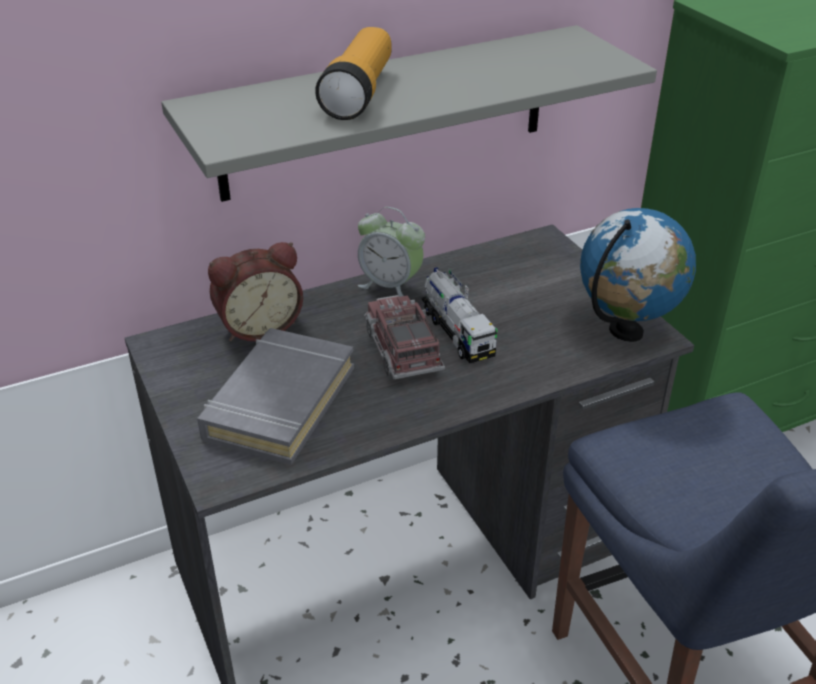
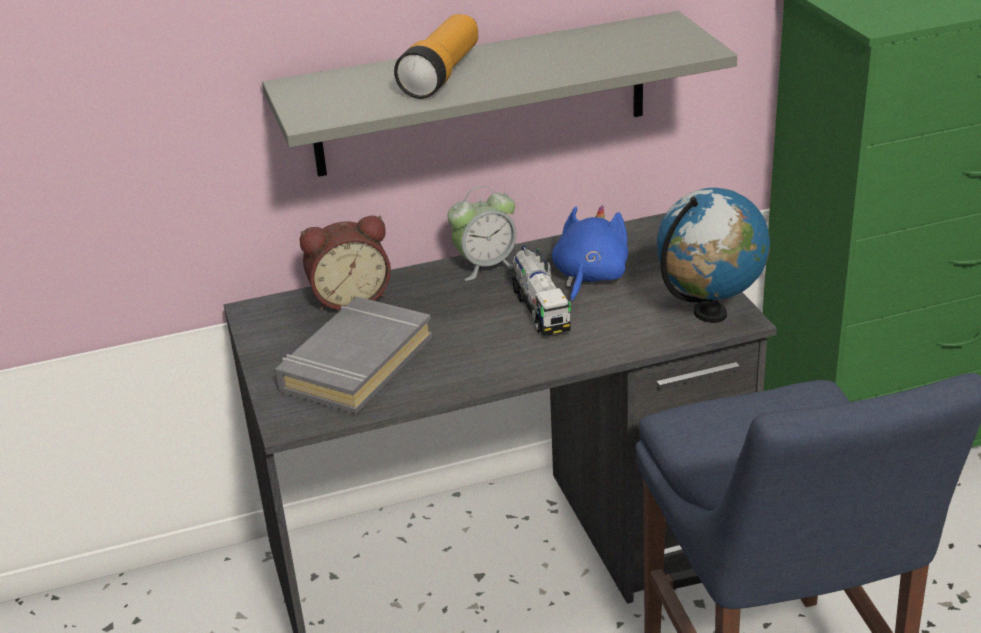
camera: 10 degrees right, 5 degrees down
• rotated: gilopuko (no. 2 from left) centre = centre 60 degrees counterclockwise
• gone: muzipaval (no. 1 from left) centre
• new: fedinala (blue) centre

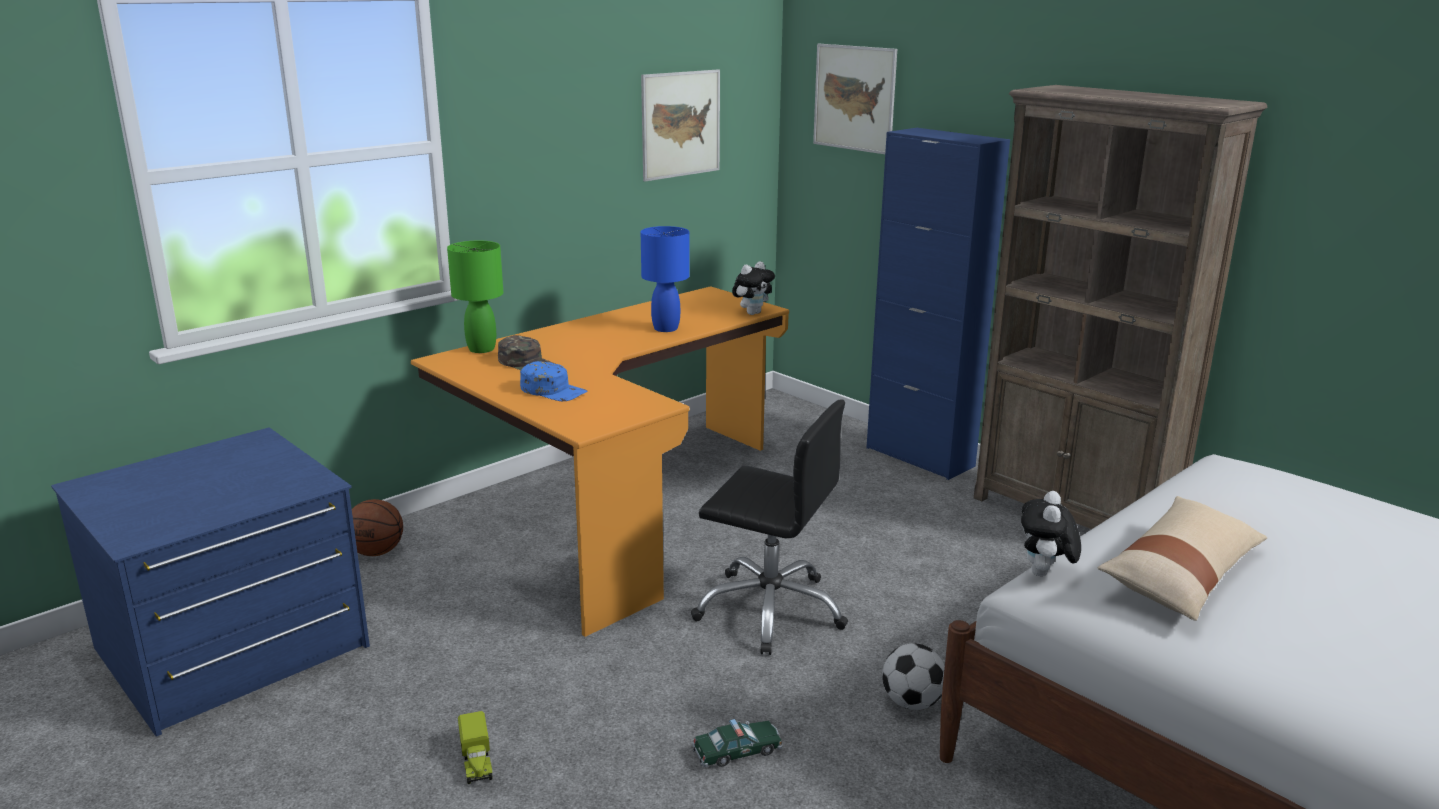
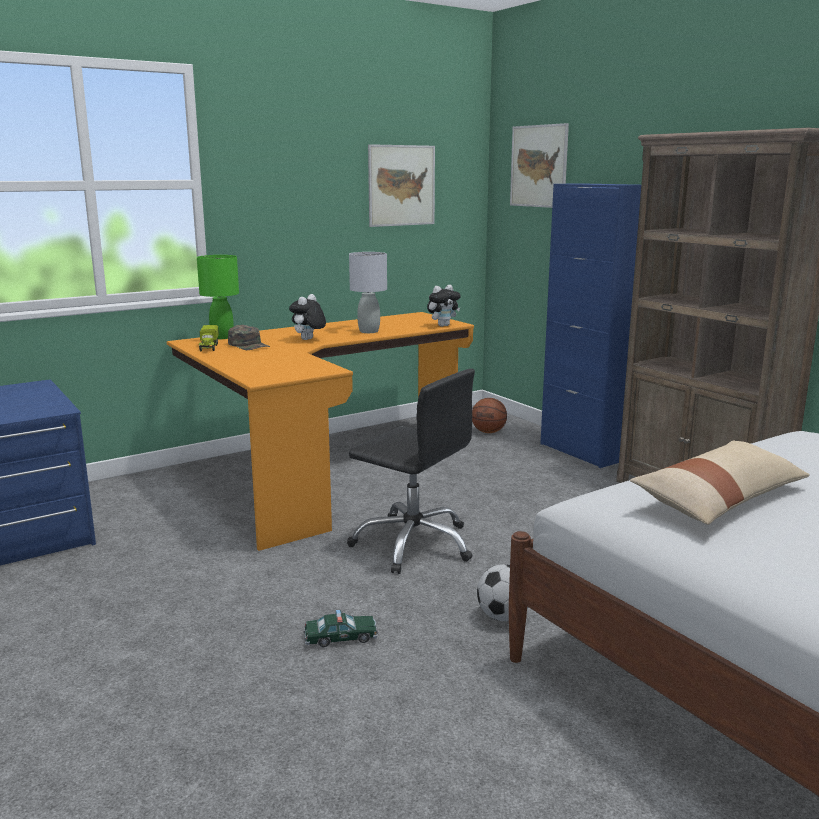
camera: 10 degrees right, 5 degrees down
• repainted: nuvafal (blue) centre to nuvafal (grey) centre
• gone: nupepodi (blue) centre
• shifted: fedinala (no. 2 from left in the first image) middle right to fedinala (no. 1 from left) centre
• shifted: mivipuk middle left to centre
• shifted: muzipaval bottom left to middle left

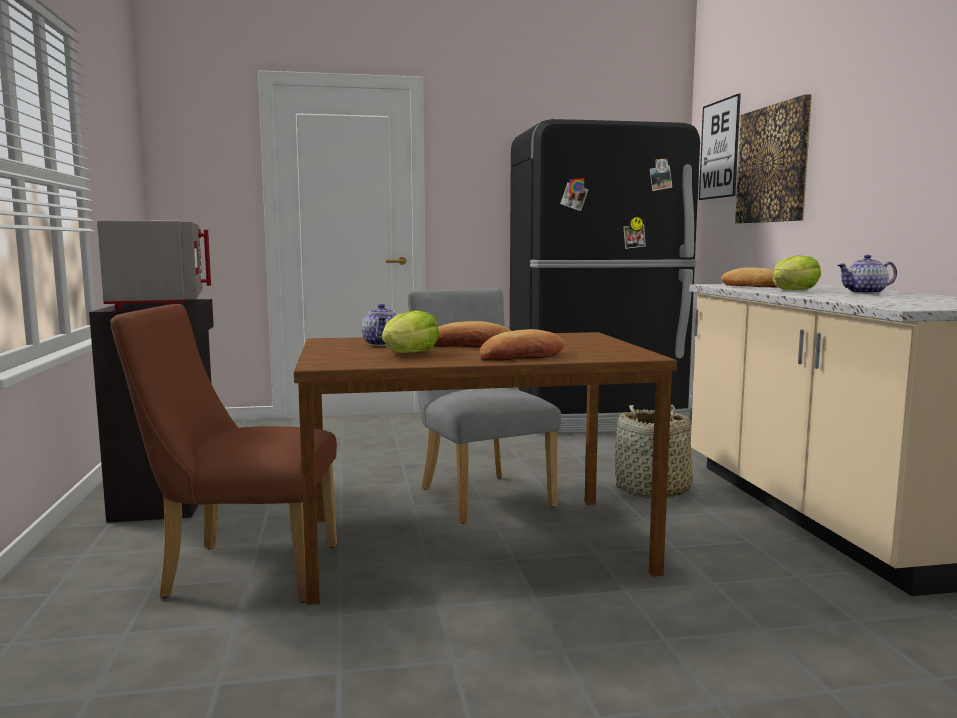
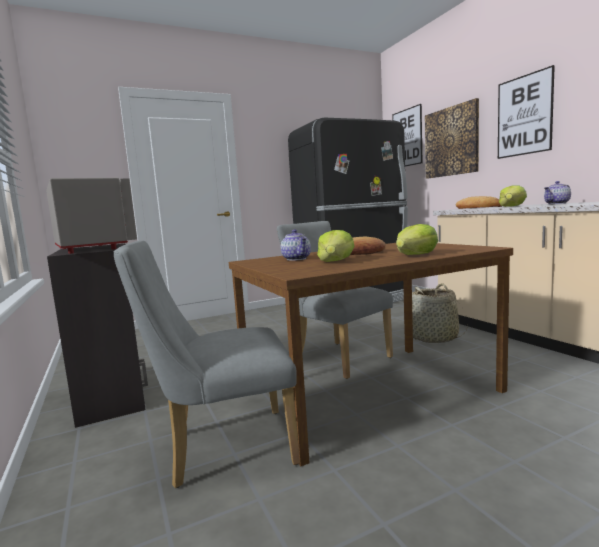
camera: 15 degrees left, 0 degrees up
• repainted: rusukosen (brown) middle left to rusukosen (grey) (no. 1 from left) centre
• swapped: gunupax (no. 2 from left) centre to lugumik (no. 2 from left) middle right
• new: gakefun (no. 3 from left) top right

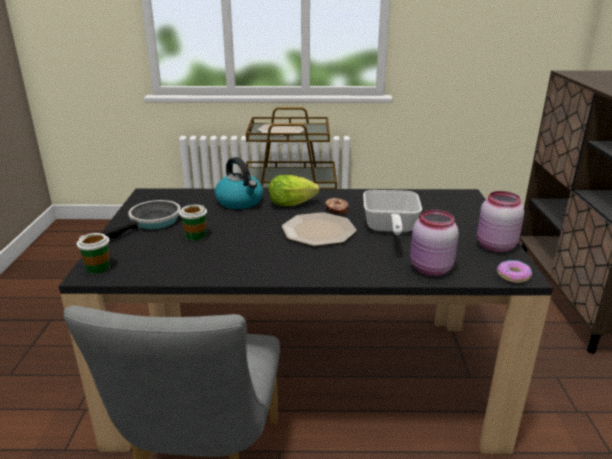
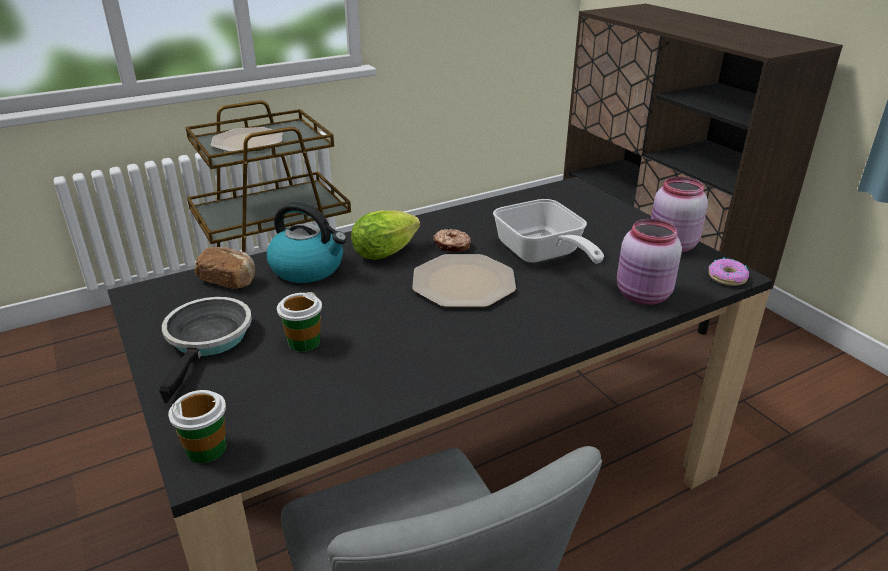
camera: 30 degrees left, 5 degrees up
• new: gunupax middle left

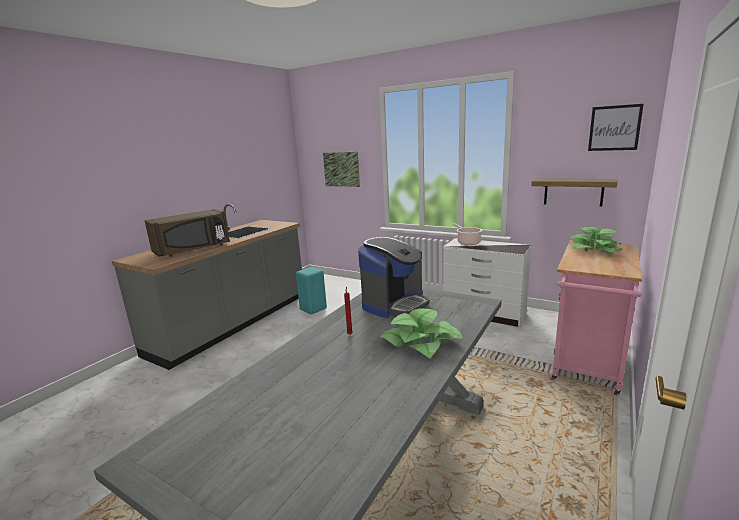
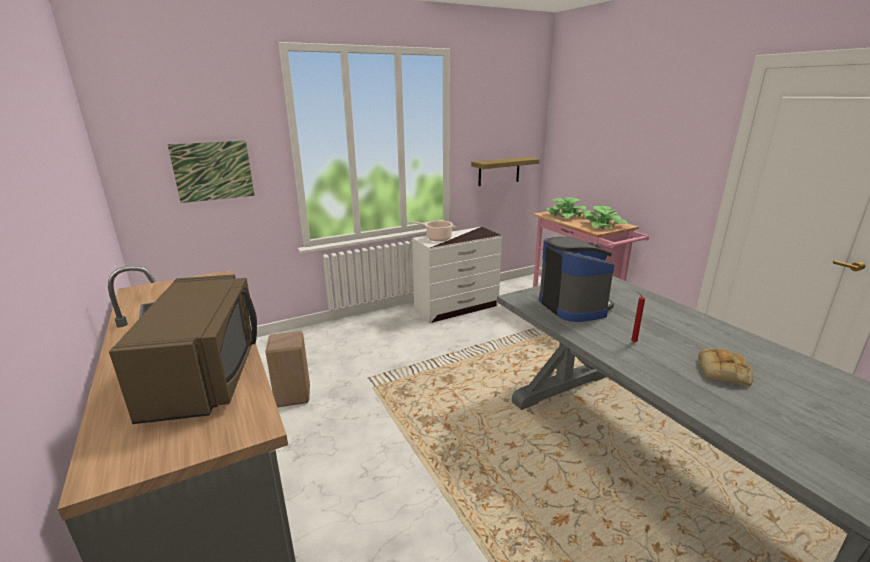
camera: 60 degrees left, 5 degrees up
• gone: gakefun (no. 2 from left) top right
• repainted: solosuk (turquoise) centre to solosuk (beige) middle left
• shifted: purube (no. 1 from left in the first image) centre to purube (no. 2 from left) middle right
• new: gunupax middle right

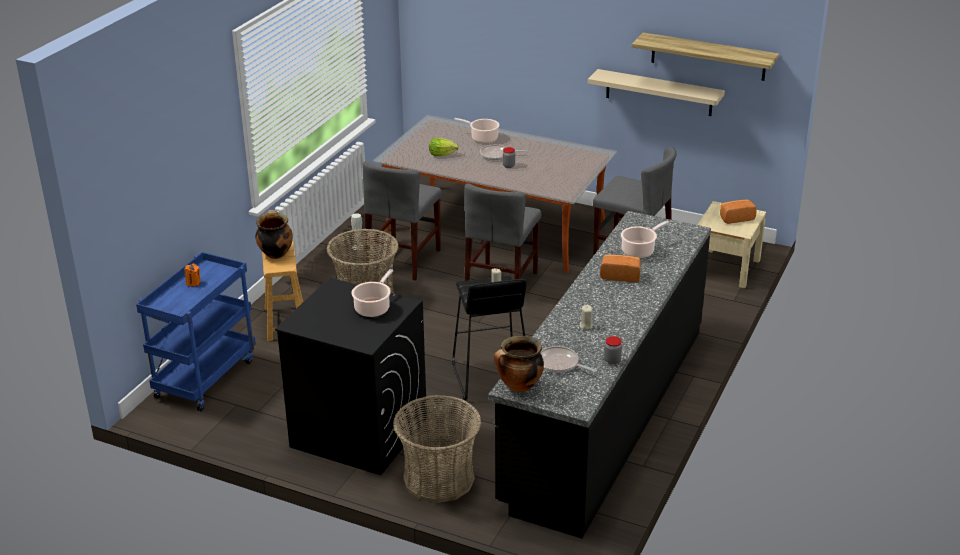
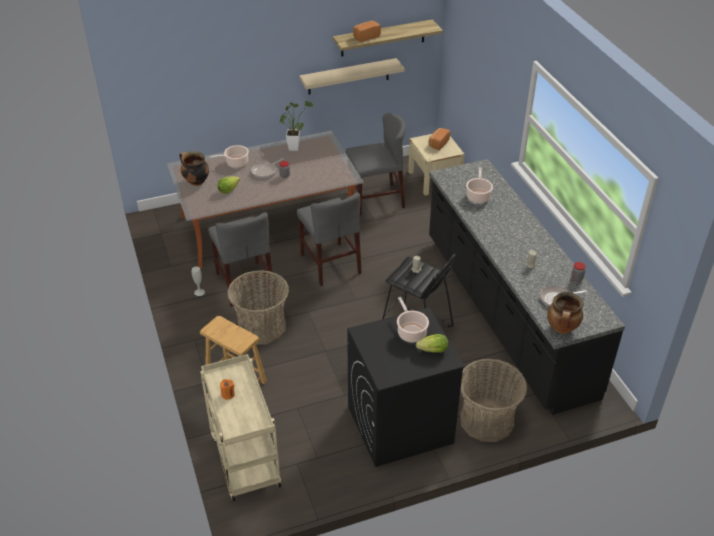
camera: 45 degrees left, 10 degrees up
• shifted: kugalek (no. 1 from left) middle left to top left
• repainted: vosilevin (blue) middle left to vosilevin (beige) bottom centre
• shifted: gunupax (no. 1 from left) centre to top centre
• new: purube top centre
• new: lugumik (no. 2 from left) centre

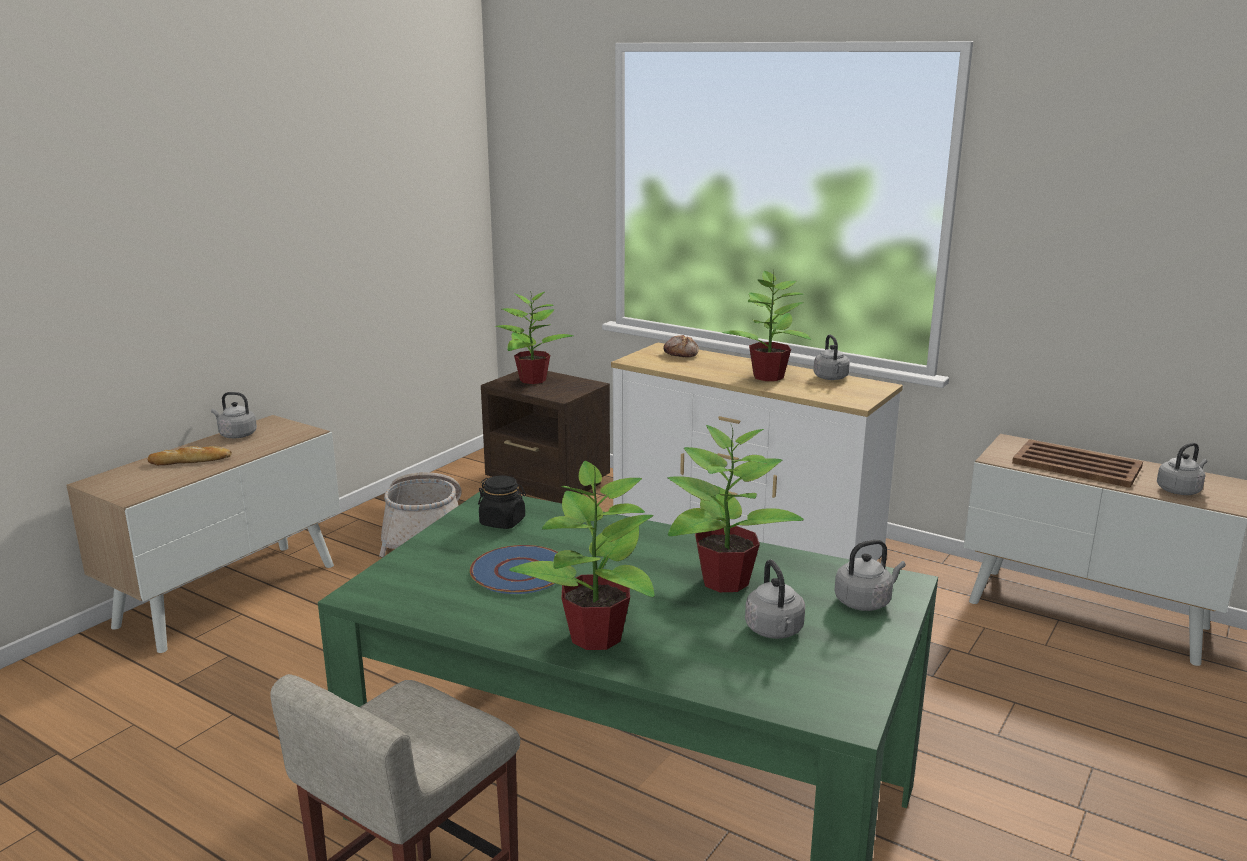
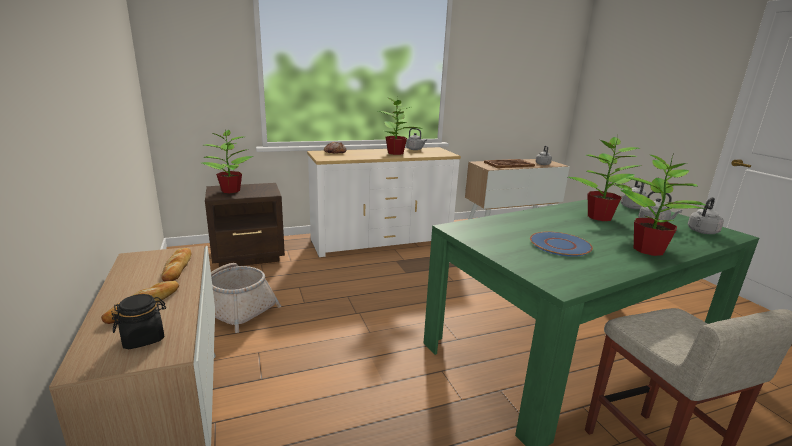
camera: 55 degrees left, 0 degrees up
• shifted: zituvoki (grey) (no. 1 from left in the first image) middle left to zituvoki (grey) (no. 5 from left) middle right
• shifted: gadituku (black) centre to bottom left
• new: gunupax (no. 2 from left) middle left

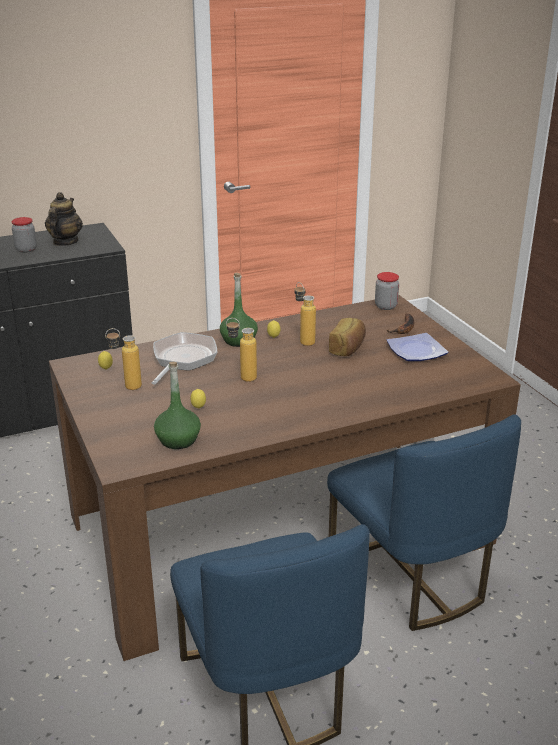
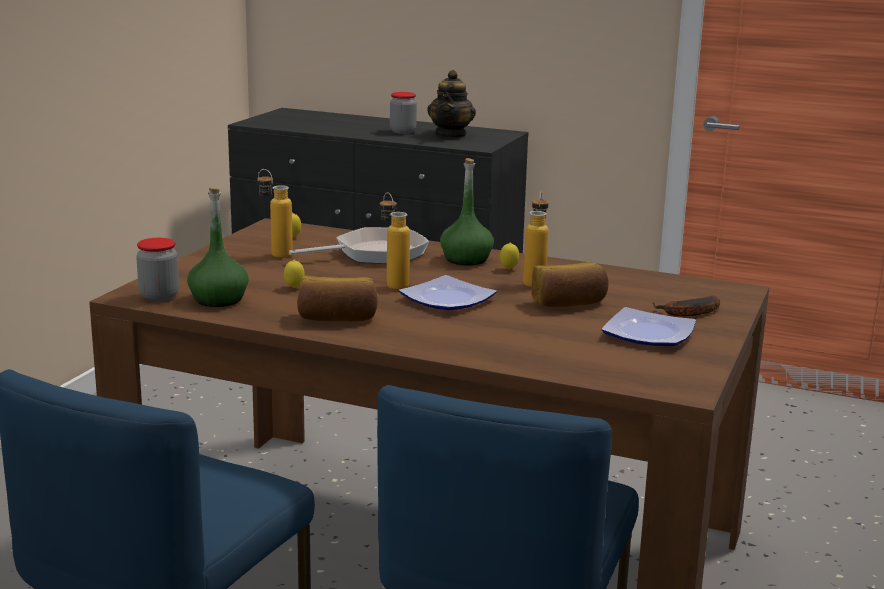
camera: 45 degrees right, 10 degrees down
• rotated: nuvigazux top left = top centre 135 degrees clockwise
• shifted: gadituku (no. 2 from left in the first image) middle right to gadituku (no. 1 from left) middle left
• new: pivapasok (no. 1 from left) centre
• new: gunupax (no. 1 from left) centre

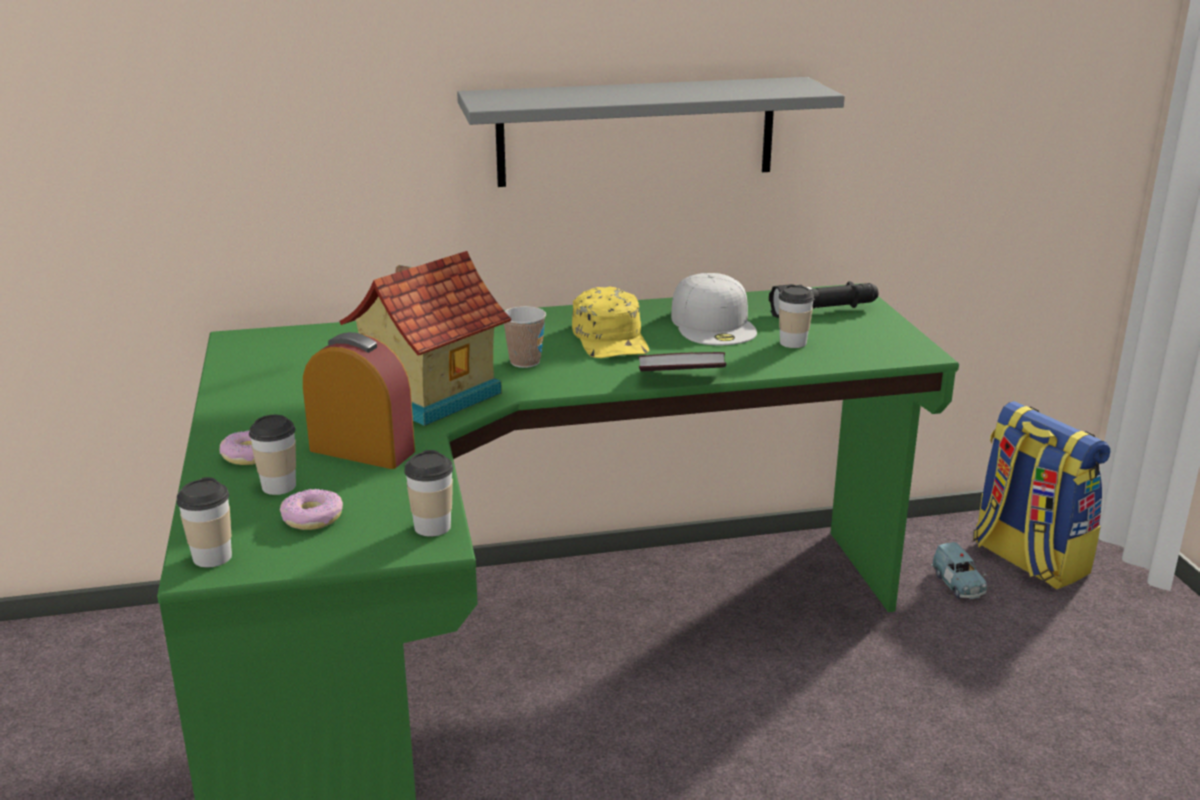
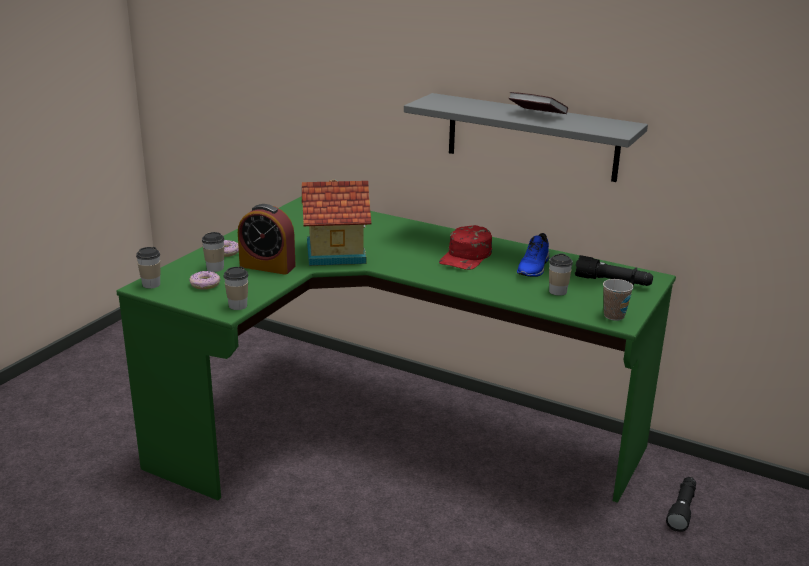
camera: 40 degrees right, 0 degrees up
• swapped: nupepodi (white) centre to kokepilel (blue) centre
• repainted: nupepodi (yellow) centre to nupepodi (red) centre
• shifted: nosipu (no. 4 from left in the first image) centre to nosipu (no. 5 from left) middle right
• rotated: gilopuko middle left = middle left 135 degrees clockwise
• shifted: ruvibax centre to top centre
• gone: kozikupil middle right
• swapped: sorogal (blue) bottom right to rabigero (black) (no. 2 from left) bottom right

